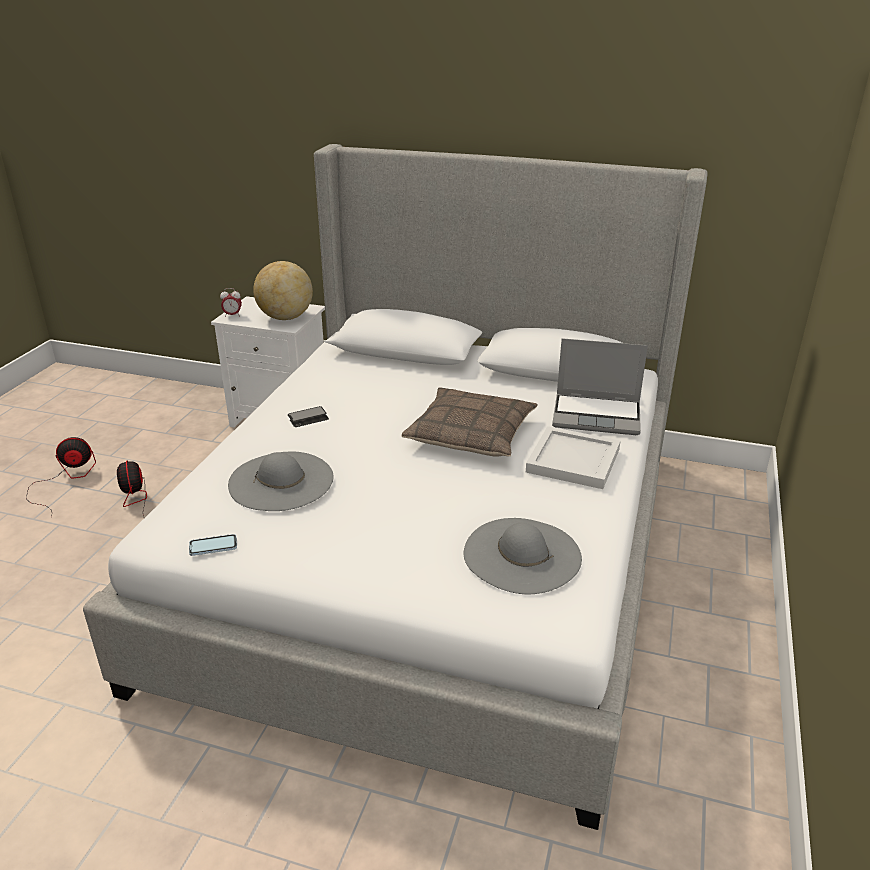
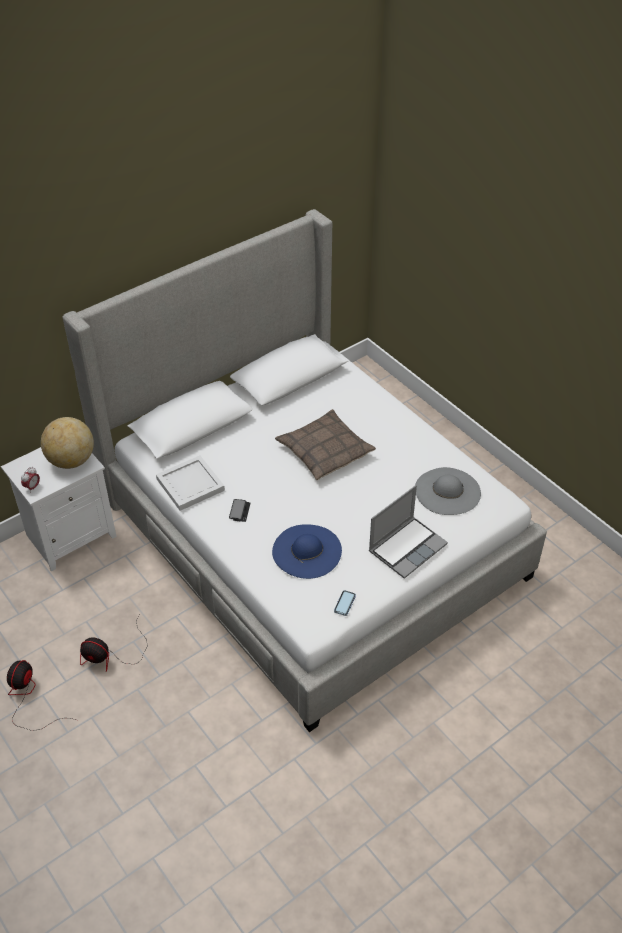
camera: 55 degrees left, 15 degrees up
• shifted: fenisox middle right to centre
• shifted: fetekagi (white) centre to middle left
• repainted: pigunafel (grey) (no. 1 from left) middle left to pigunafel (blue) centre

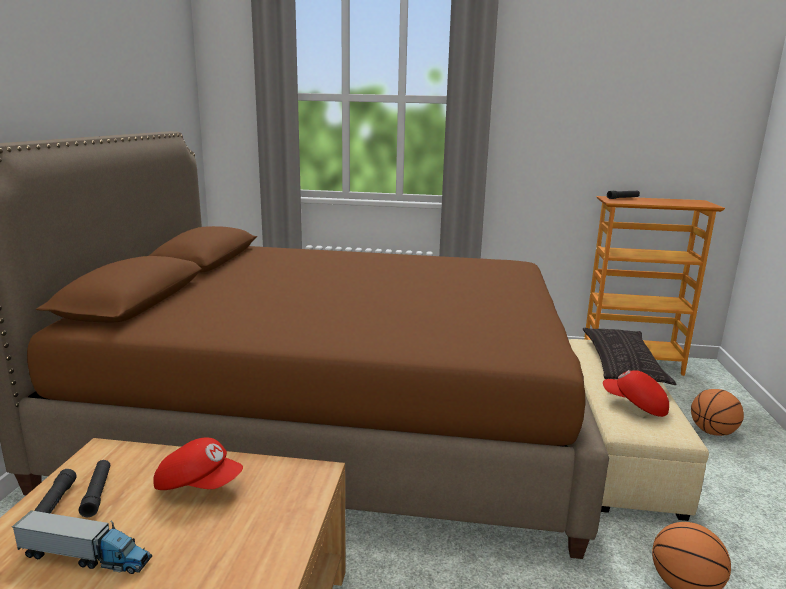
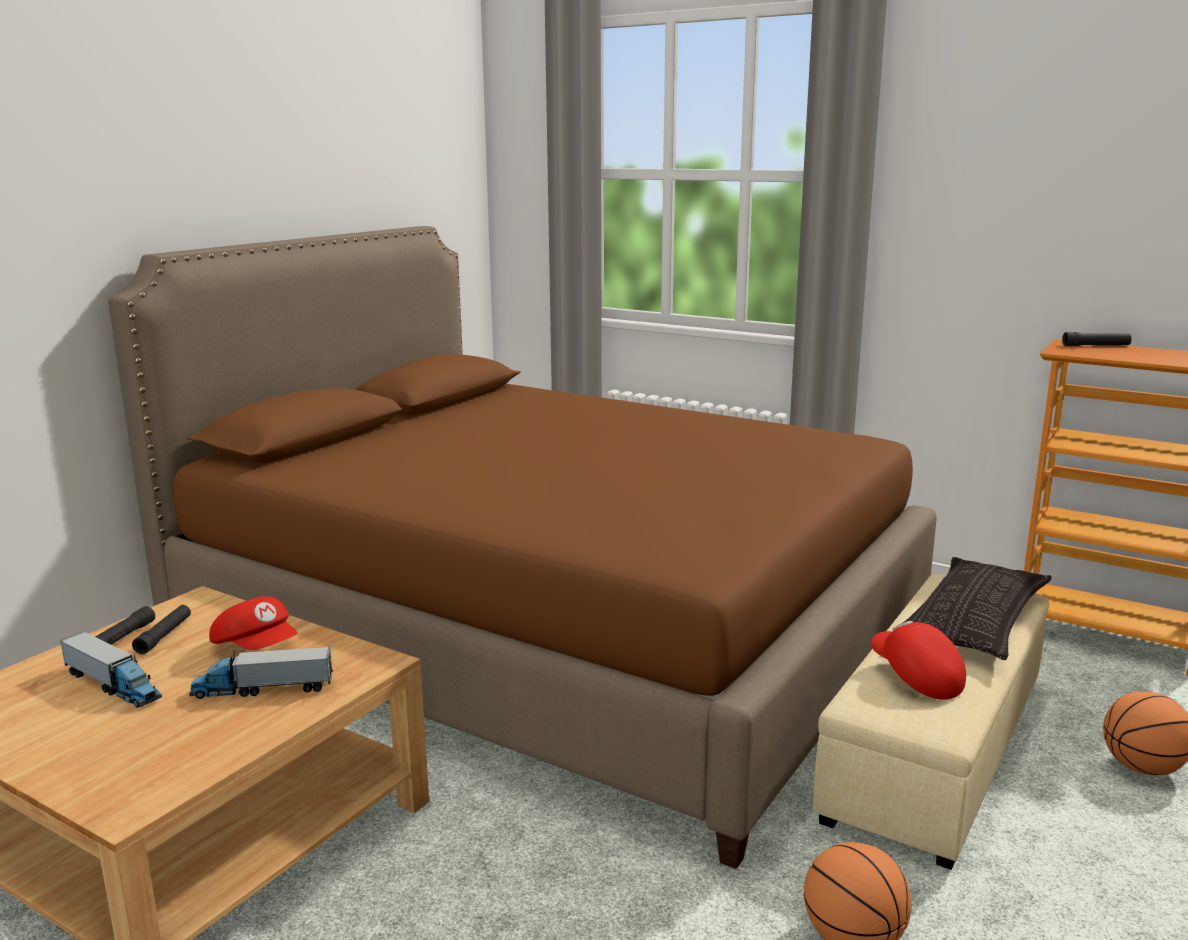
camera: 25 degrees right, 0 degrees up
• new: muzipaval (no. 2 from left) bottom left

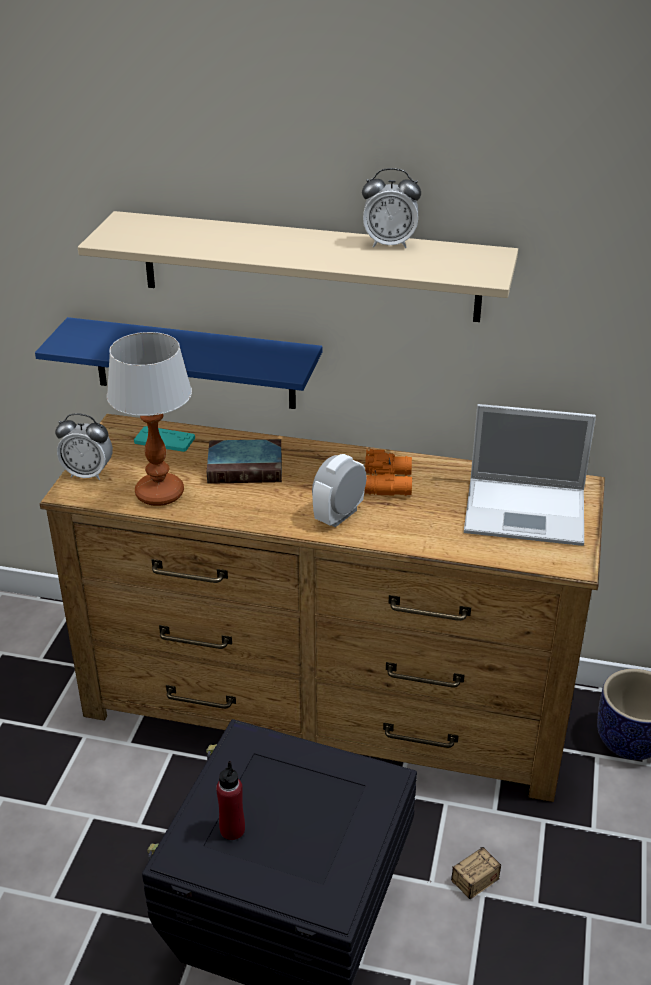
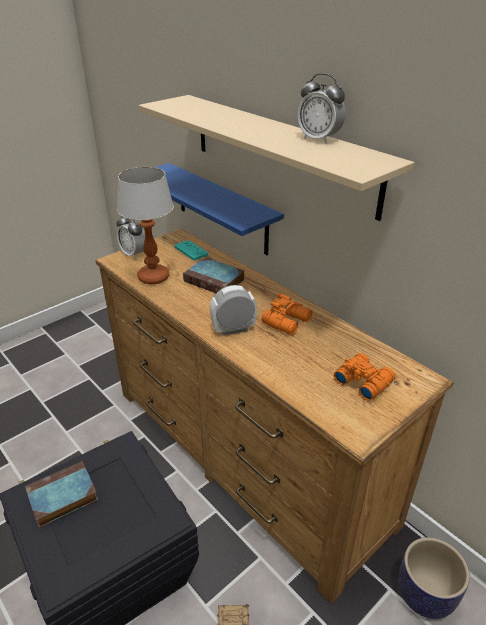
camera: 35 degrees right, 0 degrees up
• swapped: fenisox middle right to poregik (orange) (no. 2 from left) middle right
• swapped: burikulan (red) bottom centre to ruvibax (no. 1 from left) bottom left

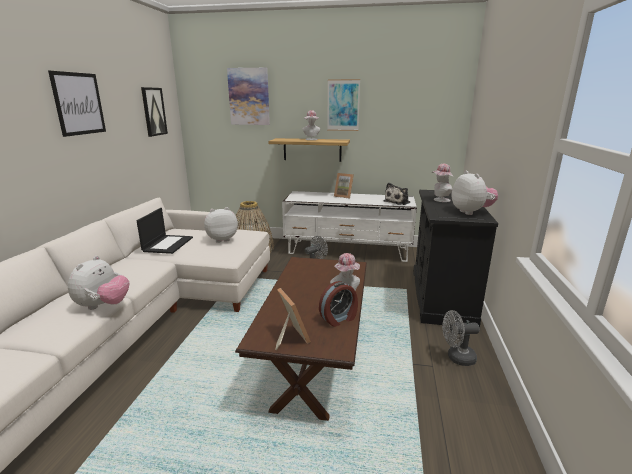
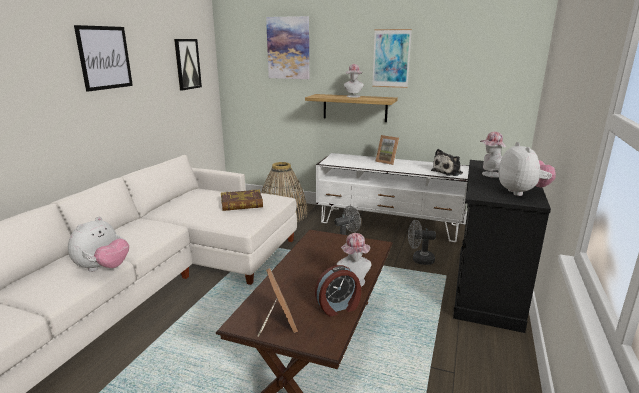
camera: 10 degrees right, 0 degrees up
• swapped: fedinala (no. 2 from left) centre to ruvibax centre
• gone: fenisox middle left
• shifted: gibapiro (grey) (no. 2 from left) bottom right to centre

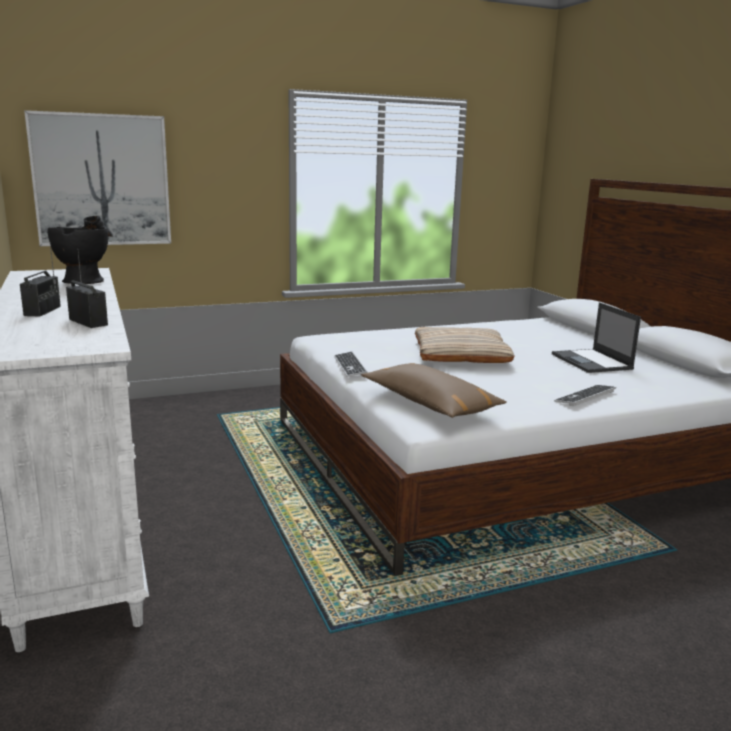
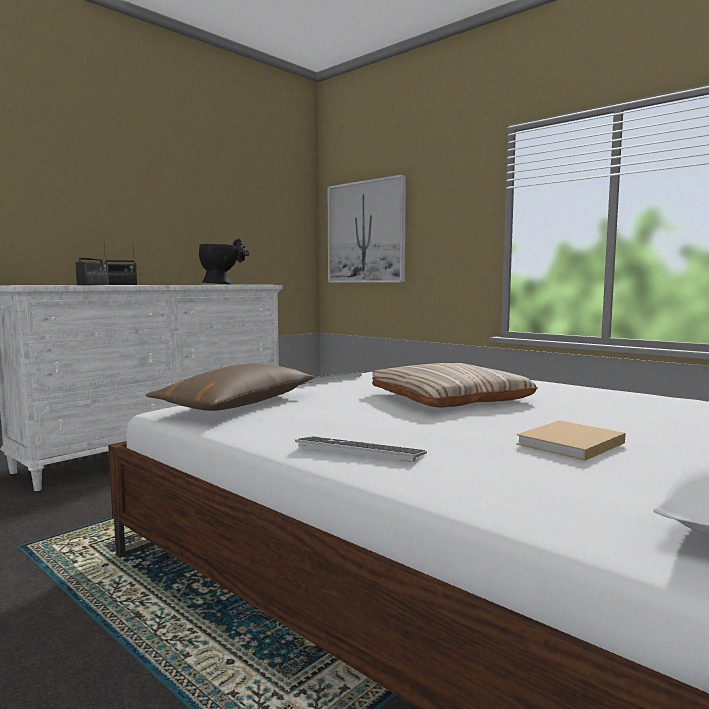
camera: 65 degrees right, 10 degrees down
• swapped: fenisox middle right to ruvibax (beige) middle right

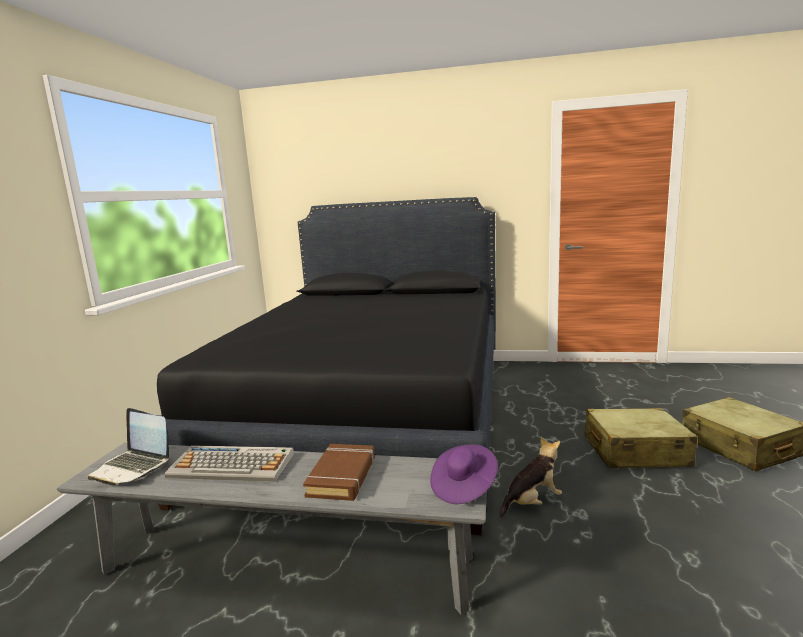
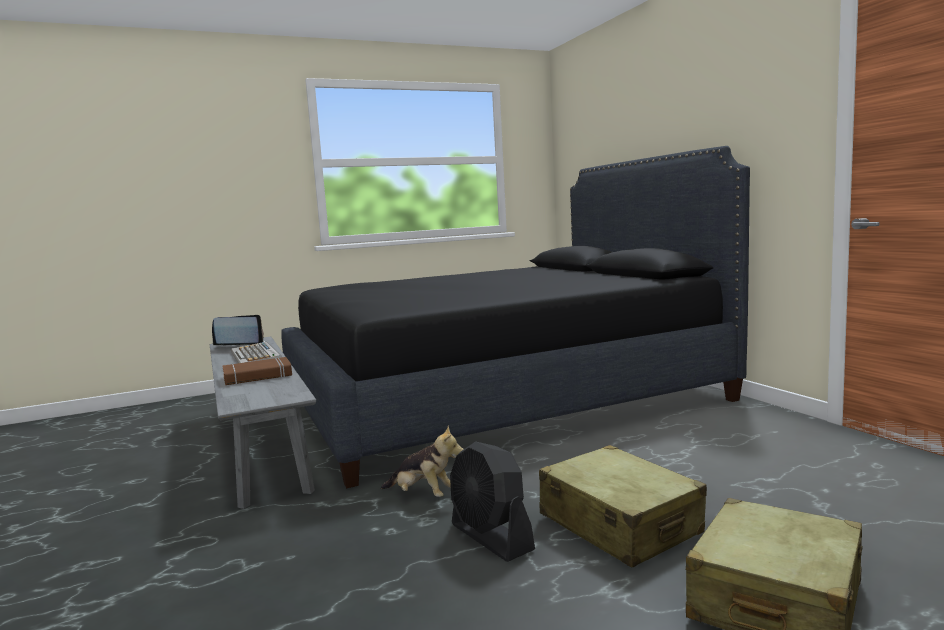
camera: 55 degrees right, 5 degrees down
• rotated: fenisox bottom left = middle left 90 degrees clockwise
• gone: pigunafel (purple) bottom centre
• new: gibapiro (black) bottom centre

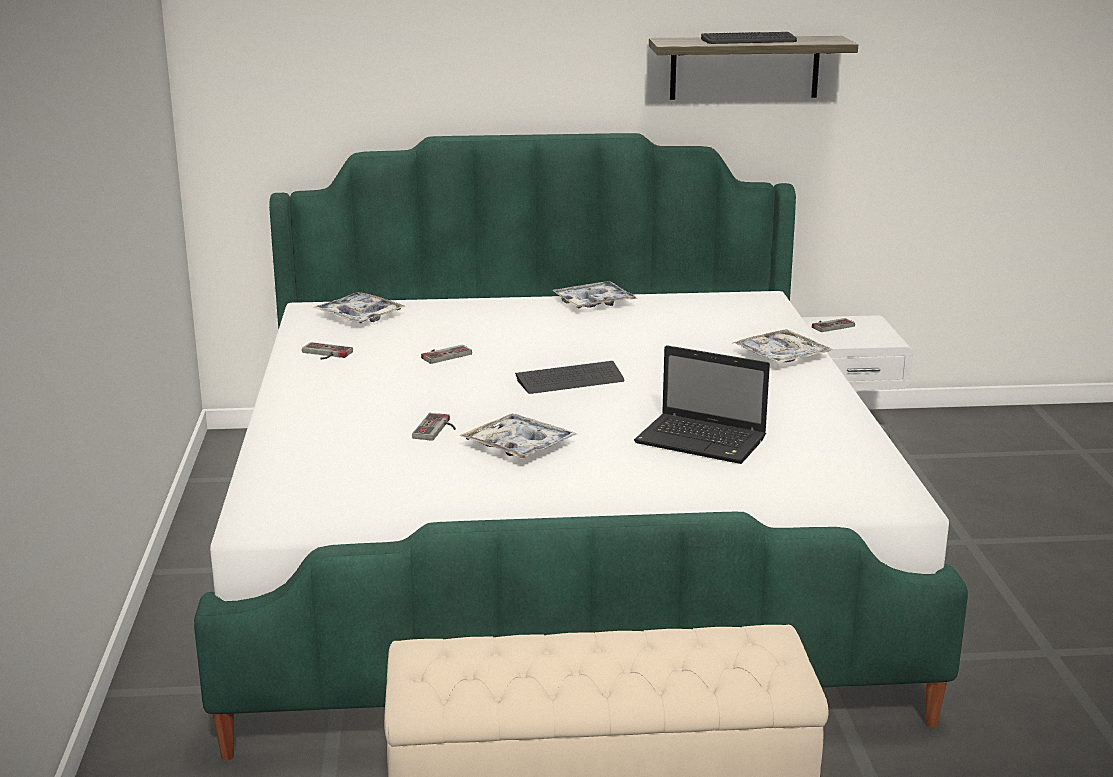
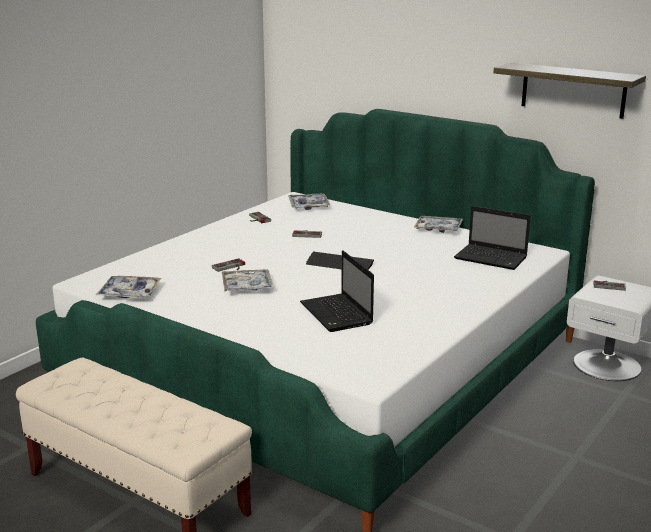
camera: 40 degrees right, 0 degrees up
• gone: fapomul (no. 2 from left) top right
• shifted: fetekagi (no. 4 from left in the first image) middle right to fetekagi (no. 1 from left) middle left
• new: fenisox (no. 2 from left) middle right

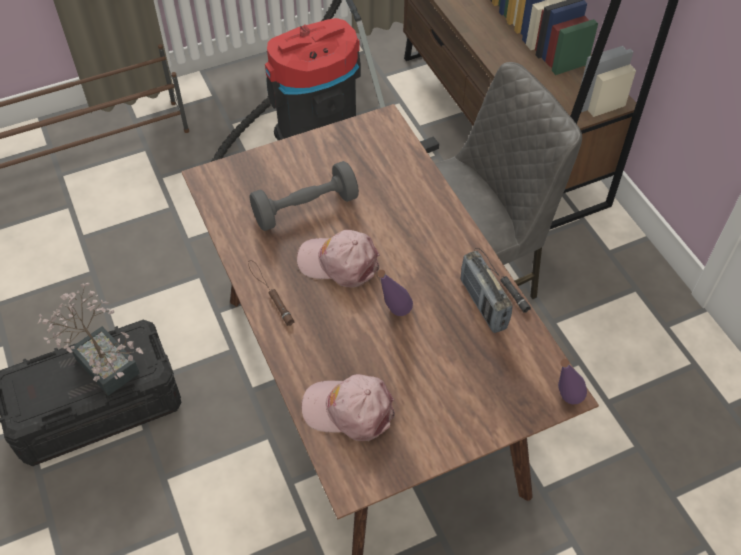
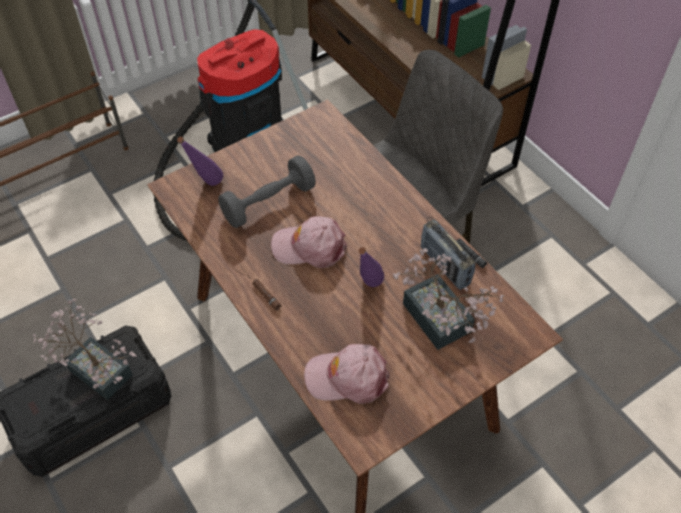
camera: 10 degrees left, 0 degrees up
• shifted: burikulan (purple) (no. 2 from left in the first image) bottom right to burikulan (purple) (no. 1 from left) top left
• new: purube (no. 2 from left) centre

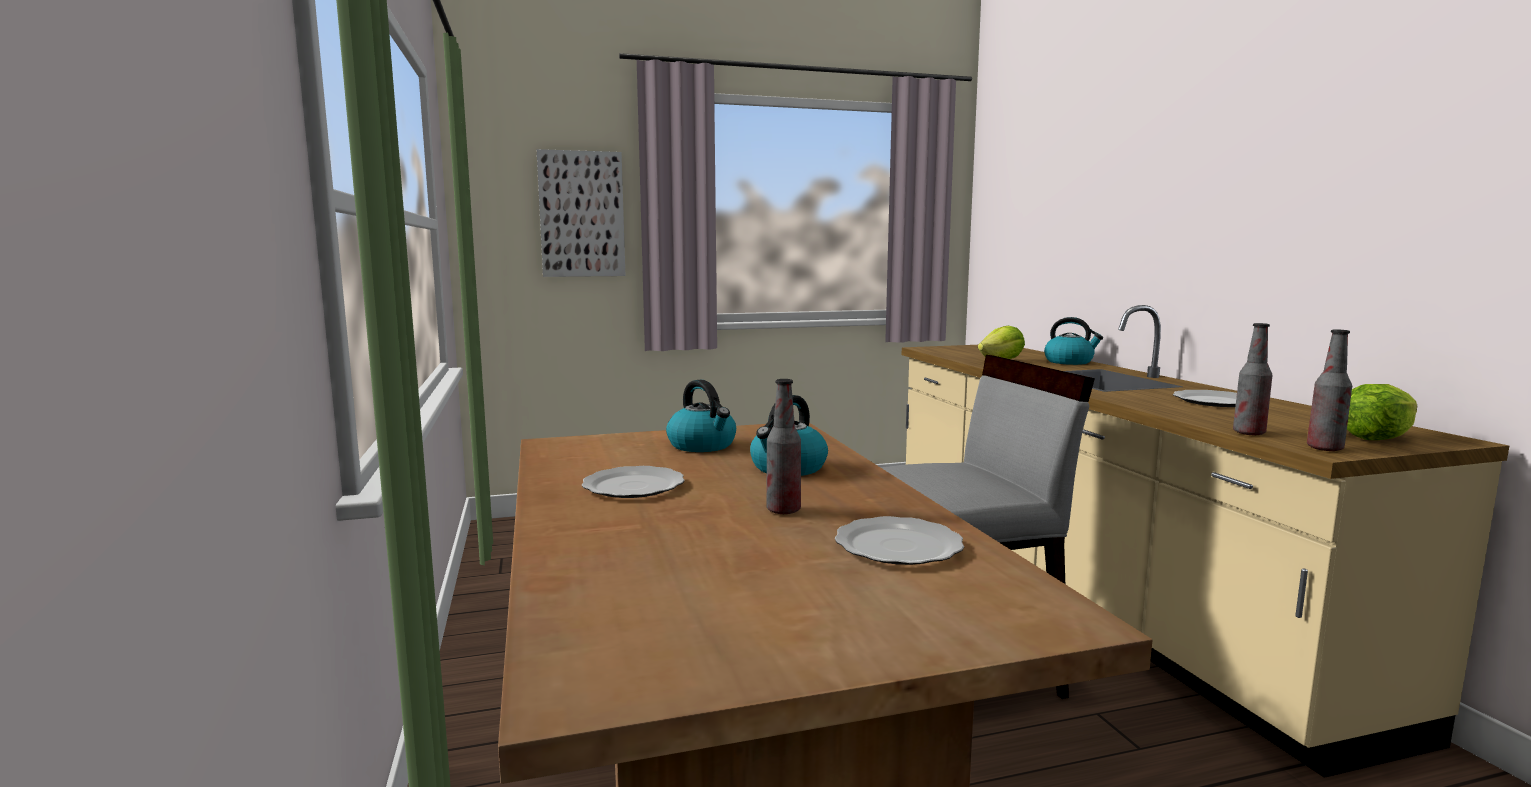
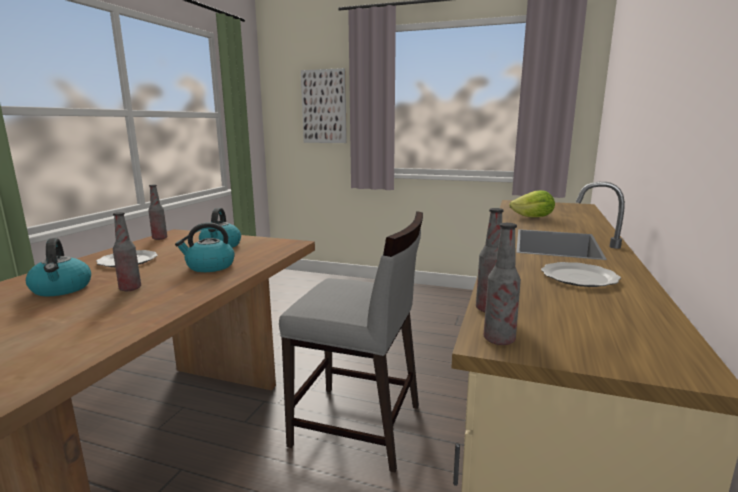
camera: 35 degrees right, 5 degrees up
• shifted: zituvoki (no. 3 from left in the first image) middle right to zituvoki (no. 1 from left) middle left
• gone: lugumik (no. 2 from left) middle right
• gone: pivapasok (no. 2 from left) bottom centre
• new: burikulan (no. 2 from left) middle left

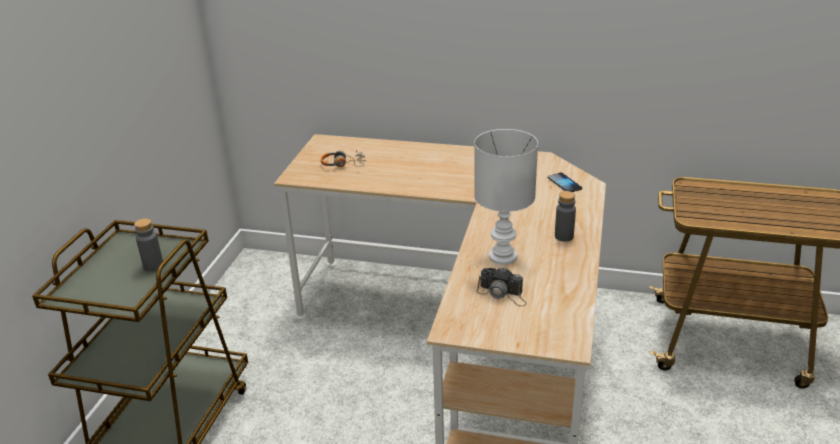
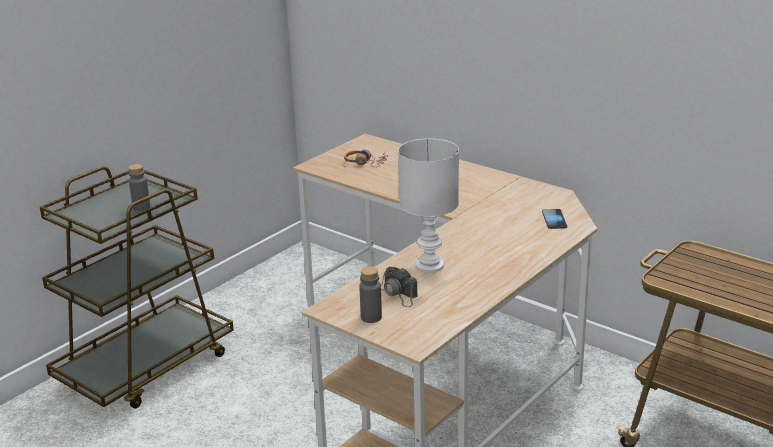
camera: 25 degrees right, 5 degrees down
• shifted: burikulan (grey) (no. 2 from left) middle right to centre

